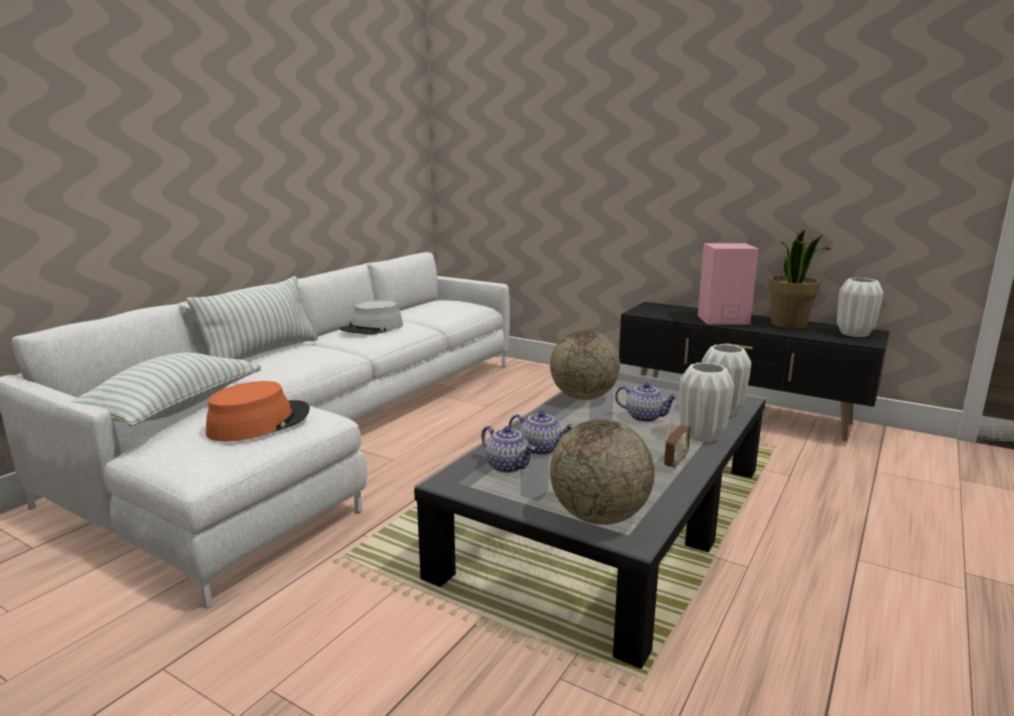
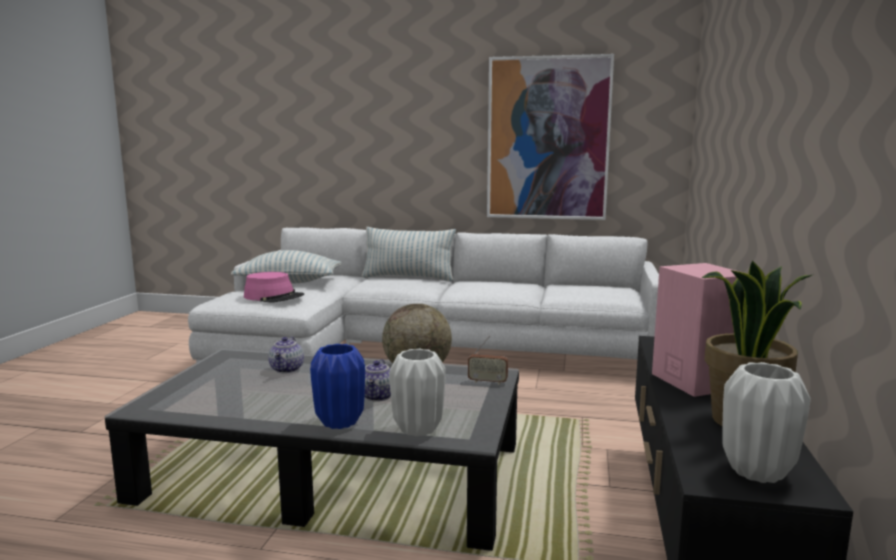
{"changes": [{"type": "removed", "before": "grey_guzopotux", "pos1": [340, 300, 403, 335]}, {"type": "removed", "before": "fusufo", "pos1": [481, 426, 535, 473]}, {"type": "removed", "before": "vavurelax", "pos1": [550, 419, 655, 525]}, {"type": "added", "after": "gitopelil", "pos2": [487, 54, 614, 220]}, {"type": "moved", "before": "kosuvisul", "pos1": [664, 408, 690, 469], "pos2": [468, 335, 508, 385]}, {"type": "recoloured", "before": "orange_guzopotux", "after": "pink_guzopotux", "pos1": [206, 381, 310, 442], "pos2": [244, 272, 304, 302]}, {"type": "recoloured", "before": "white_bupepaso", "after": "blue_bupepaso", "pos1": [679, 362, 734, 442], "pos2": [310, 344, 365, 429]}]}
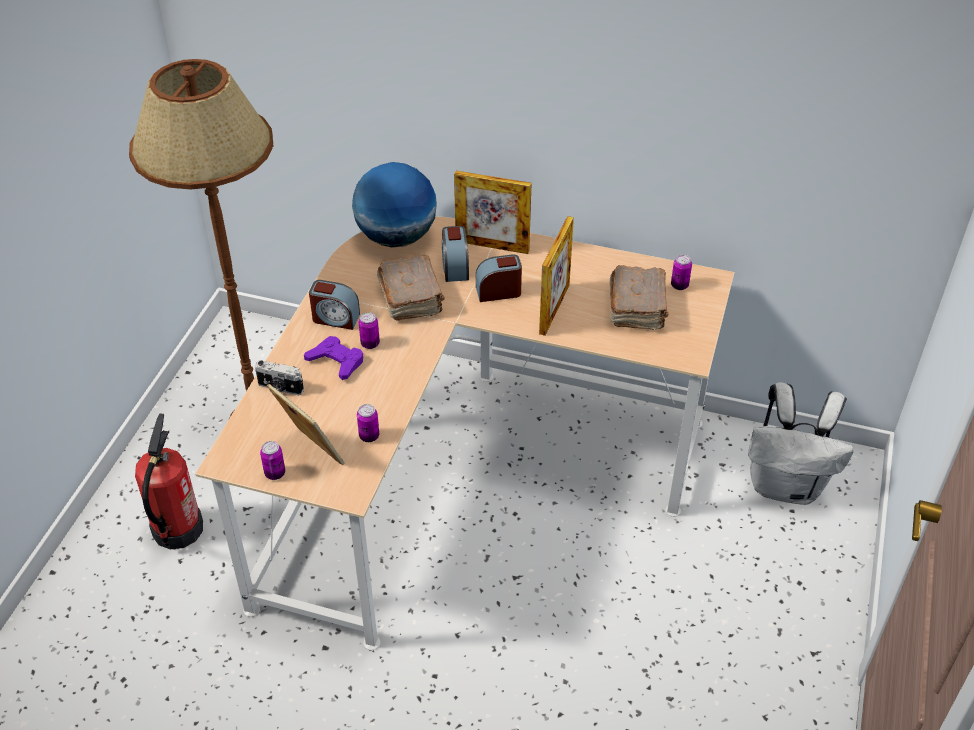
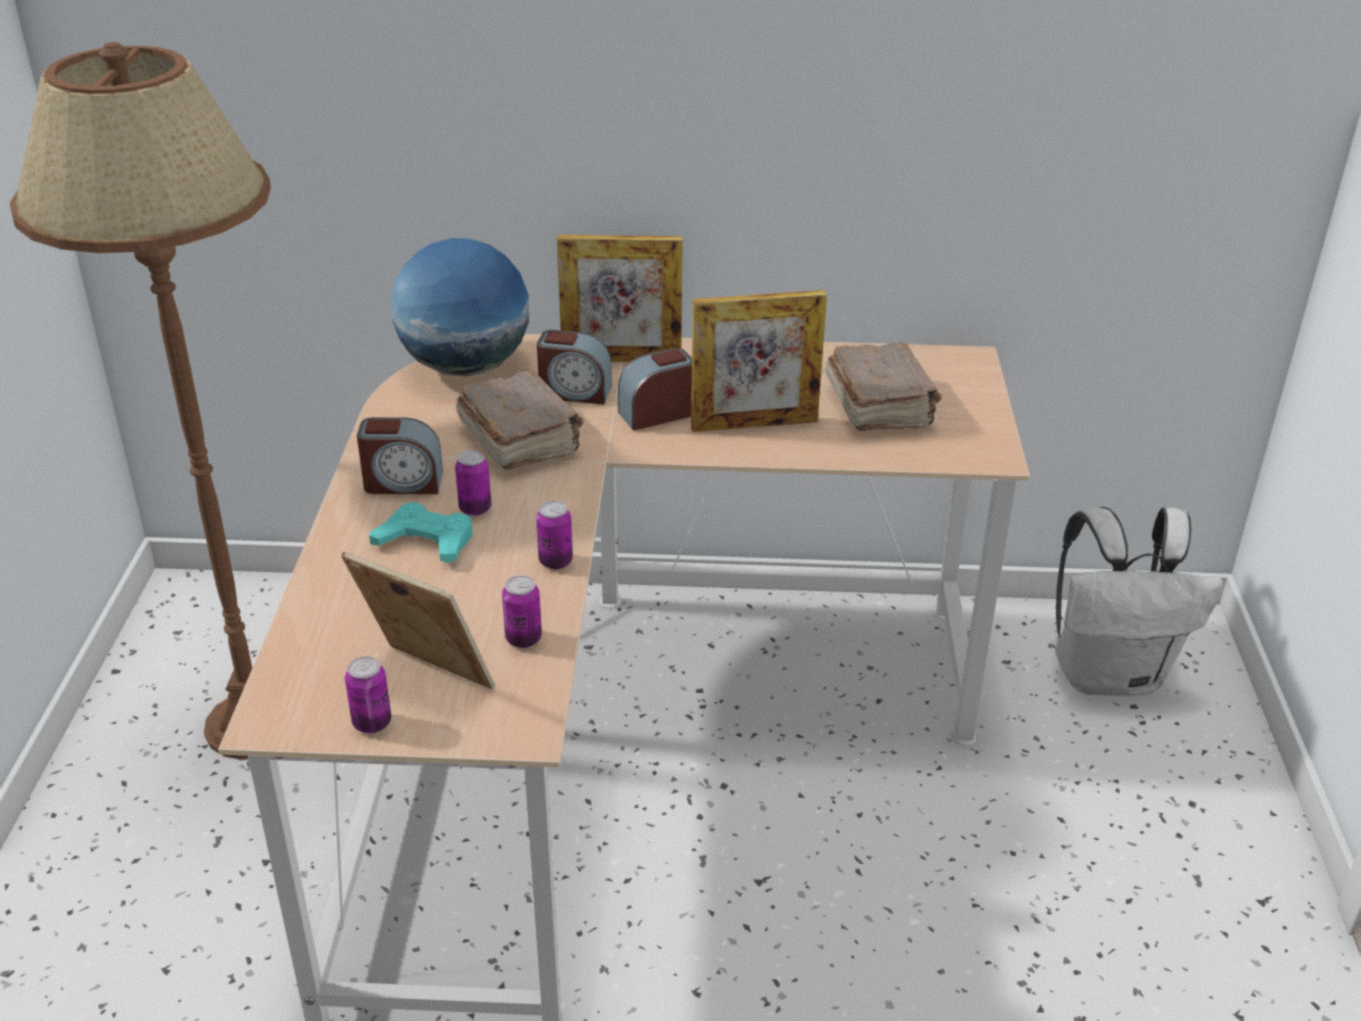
{"changes": [{"type": "removed", "before": "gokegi", "pos1": [135, 413, 203, 550]}, {"type": "removed", "before": "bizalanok", "pos1": [255, 360, 304, 396]}, {"type": "moved", "before": "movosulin", "pos1": [671, 255, 692, 290], "pos2": [536, 501, 573, 569]}, {"type": "recoloured", "before": "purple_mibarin", "after": "turquoise_mibarin", "pos1": [304, 336, 363, 380], "pos2": [369, 502, 472, 563]}, {"type": "turned", "before": "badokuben", "pos1": [442, 226, 469, 282], "pos2": [537, 330, 612, 405], "turn": -60}, {"type": "turned", "before": "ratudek", "pos1": [539, 216, 574, 336], "pos2": [691, 290, 827, 432], "turn": 75}]}
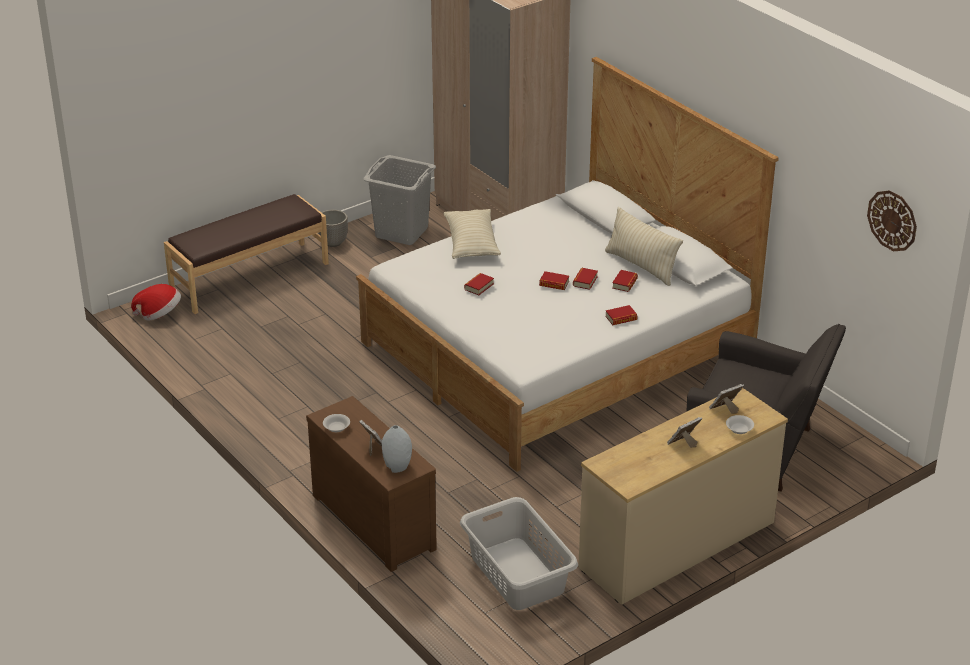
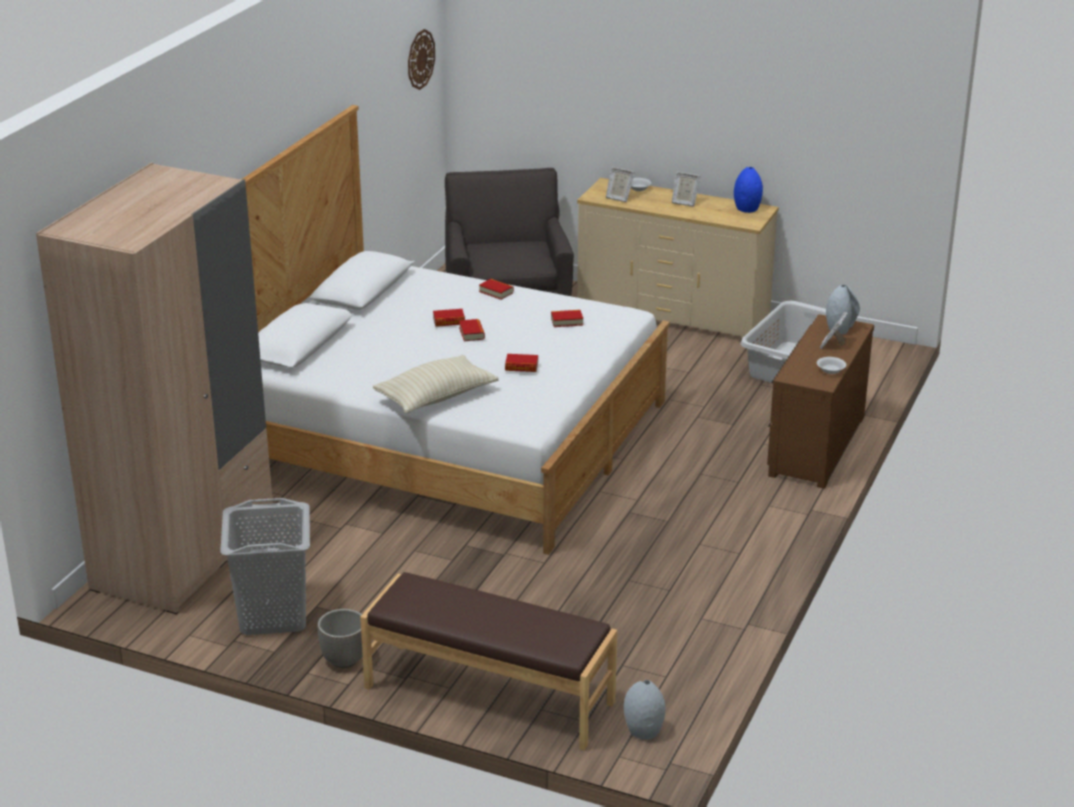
{"changes": [{"type": "removed", "before": "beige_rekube", "pos1": [605, 207, 683, 286]}, {"type": "added", "after": "blue_bupepaso", "pos2": [734, 167, 763, 213]}, {"type": "moved", "before": "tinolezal", "pos1": [612, 270, 638, 292], "pos2": [551, 310, 583, 327]}, {"type": "replaced", "before": "guzopotux", "after": "grey_bupepaso", "pos1": [131, 284, 181, 320], "pos2": [624, 680, 665, 740]}]}
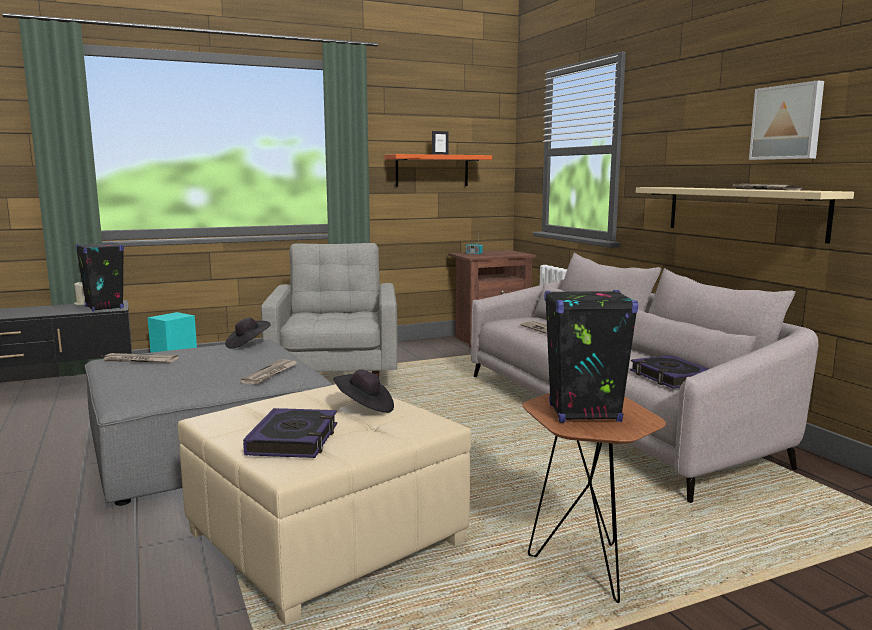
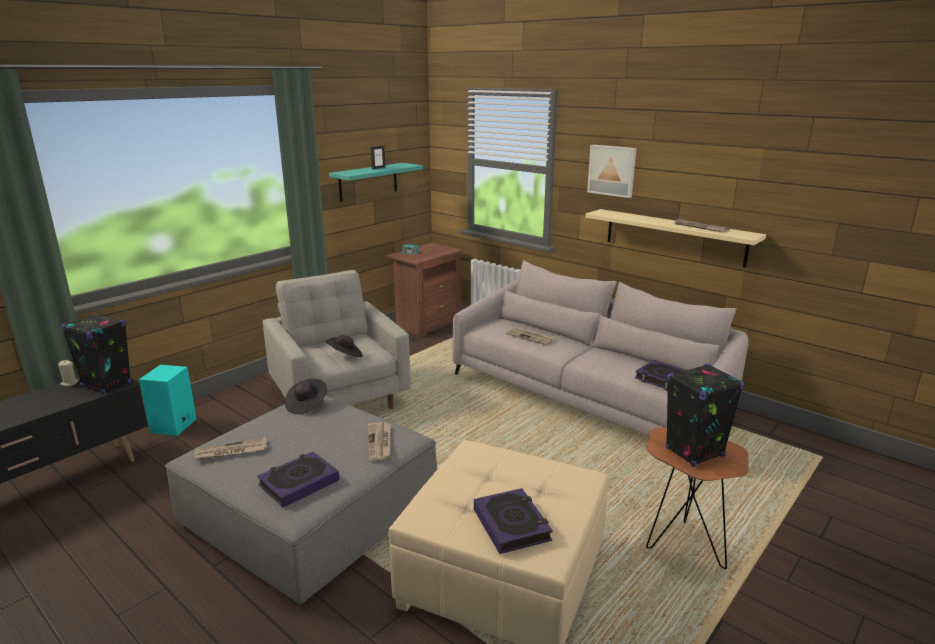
{"changes": [{"type": "added", "after": "tinolezal", "pos2": [257, 452, 339, 507]}, {"type": "moved", "before": "black_guzopotux", "pos1": [333, 369, 394, 413], "pos2": [325, 335, 363, 357]}, {"type": "moved", "before": "gitopelil", "pos1": [749, 80, 824, 160], "pos2": [587, 145, 636, 198]}, {"type": "recoloured", "before": "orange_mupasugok", "after": "turquoise_mupasugok", "pos1": [384, 154, 492, 187], "pos2": [329, 163, 423, 202]}]}
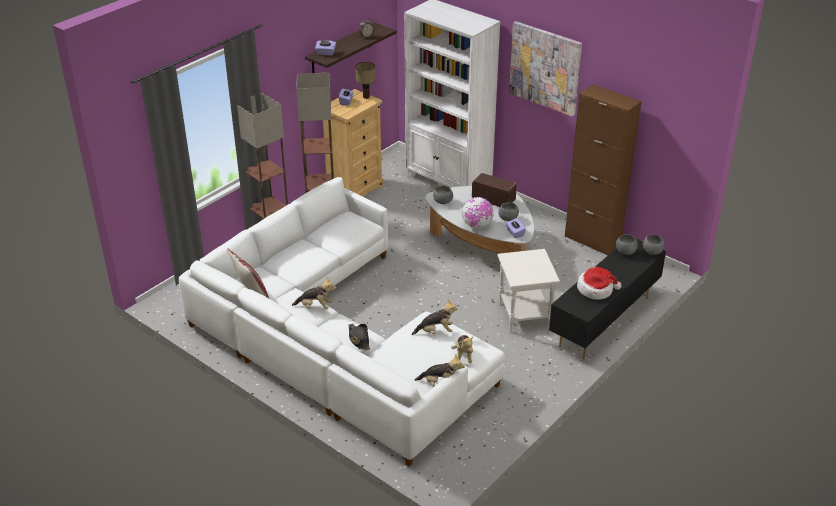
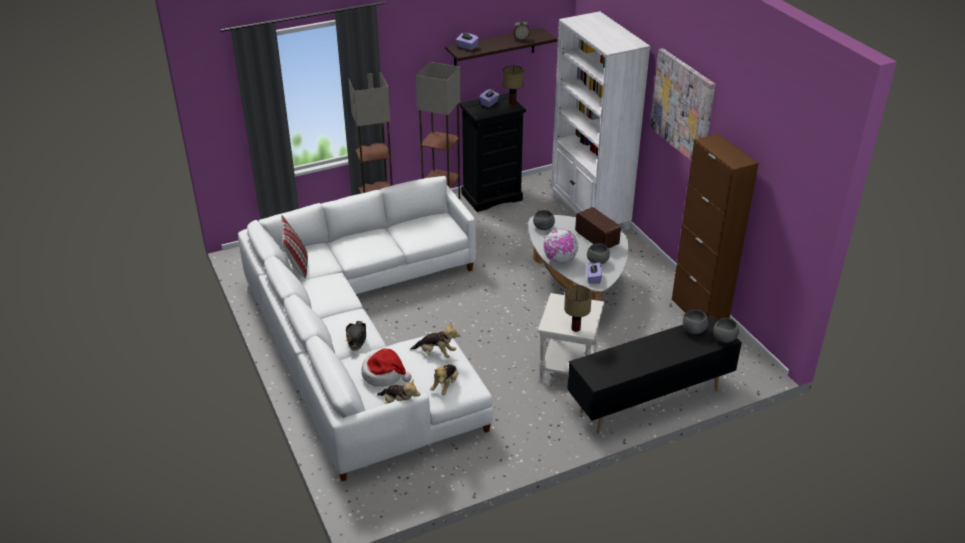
{"changes": [{"type": "removed", "before": "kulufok", "pos1": [291, 277, 336, 310]}, {"type": "added", "after": "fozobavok", "pos2": [564, 285, 592, 332]}, {"type": "moved", "before": "guzopotux", "pos1": [577, 267, 622, 300], "pos2": [361, 348, 412, 387]}, {"type": "recoloured", "before": "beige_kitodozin", "after": "black_kitodozin", "pos1": [323, 89, 384, 197], "pos2": [459, 93, 526, 212]}]}
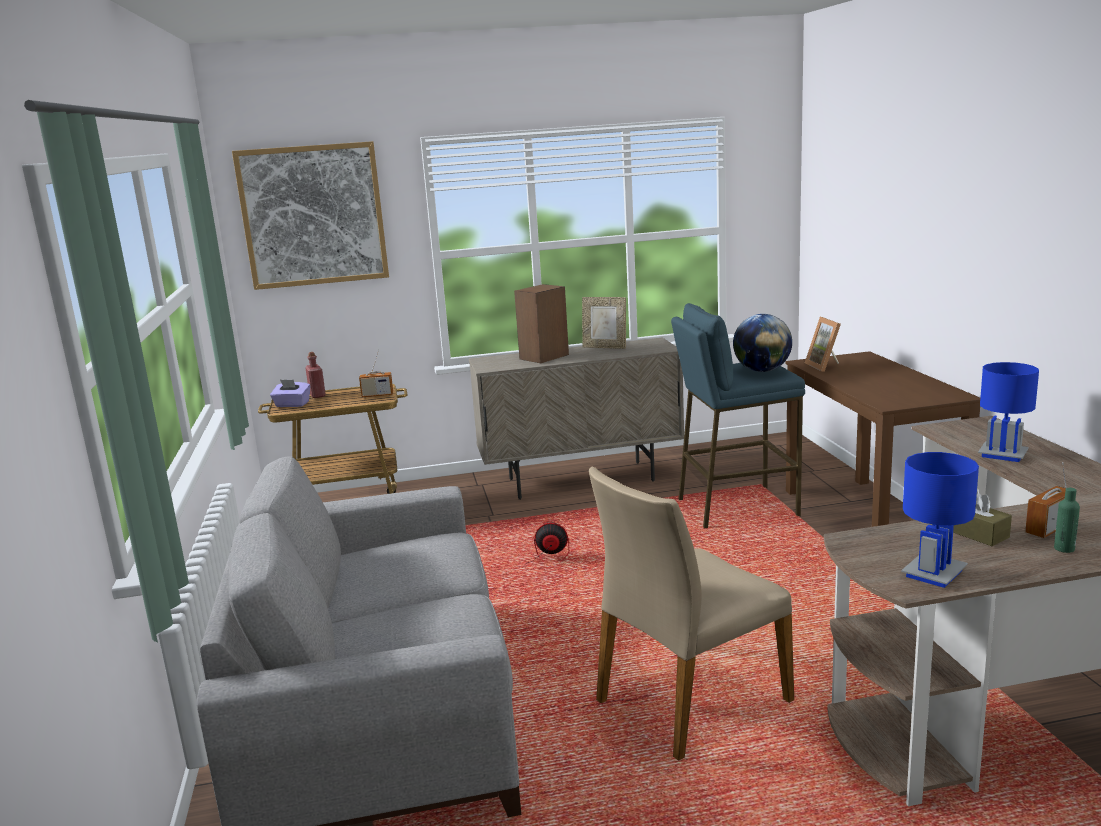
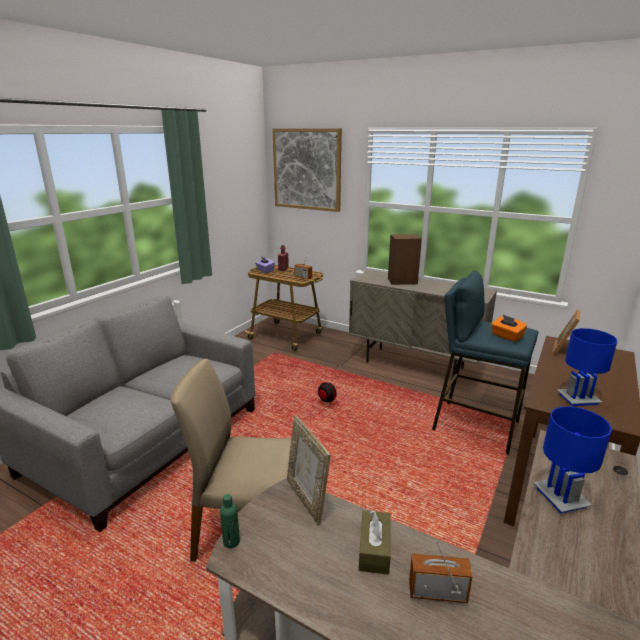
{"changes": [{"type": "moved", "before": "ratudek", "pos1": [582, 297, 626, 349], "pos2": [287, 415, 331, 525]}, {"type": "moved", "before": "blue_fozobavok", "pos1": [901, 452, 979, 588], "pos2": [557, 328, 617, 406]}, {"type": "moved", "before": "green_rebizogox", "pos1": [1054, 488, 1080, 553], "pos2": [220, 494, 240, 548]}, {"type": "replaced", "before": "vavurelax", "after": "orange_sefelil", "pos1": [733, 314, 792, 372], "pos2": [491, 315, 527, 342]}]}
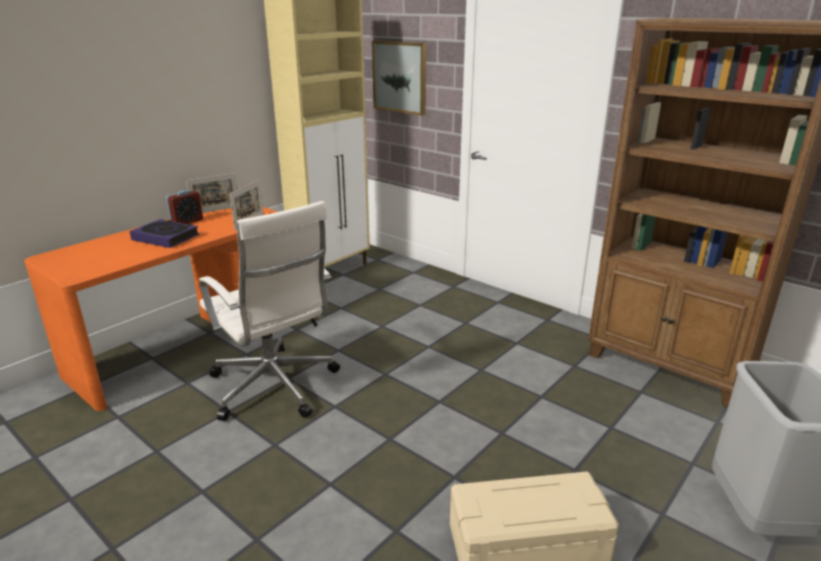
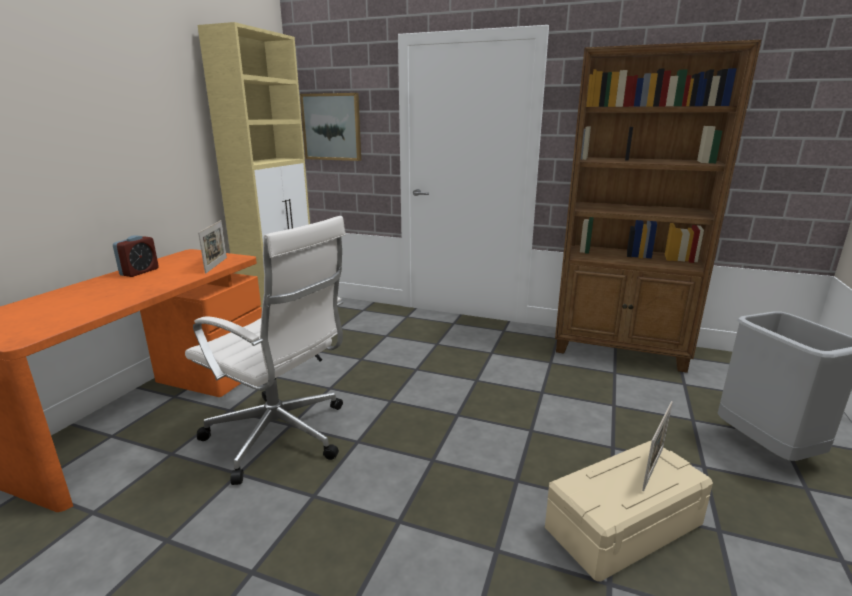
{"changes": [{"type": "removed", "before": "tinolezal", "pos1": [129, 219, 199, 248]}, {"type": "moved", "before": "ratudek", "pos1": [186, 173, 238, 213], "pos2": [642, 401, 673, 491]}]}
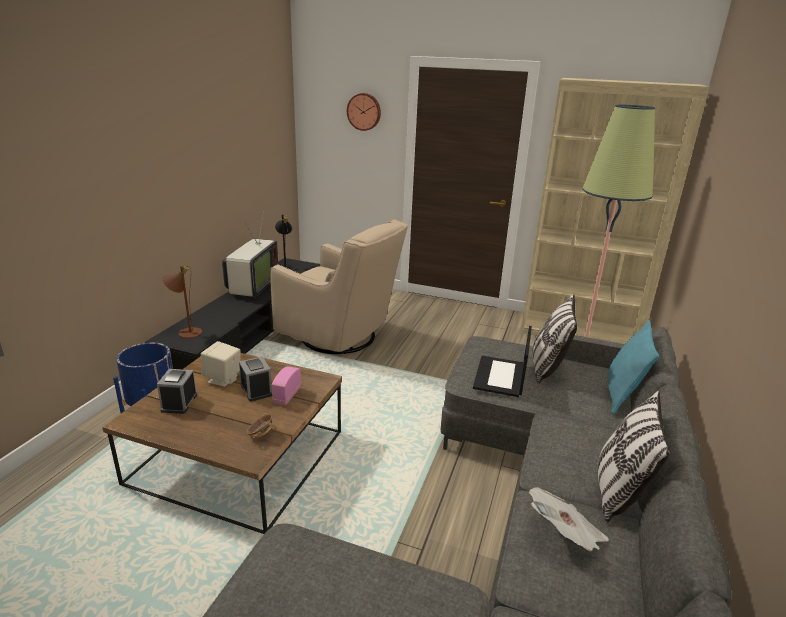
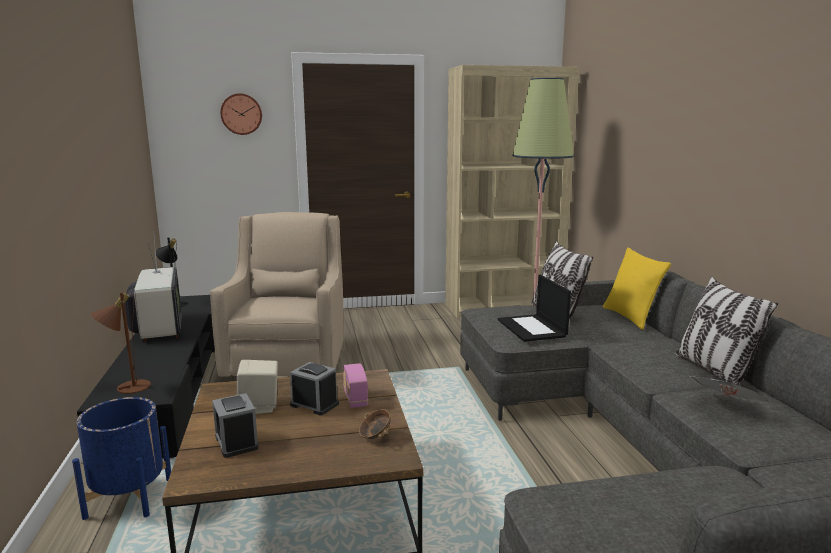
{"changes": [{"type": "recoloured", "before": "turquoise_rekube", "after": "yellow_rekube", "pos1": [608, 320, 659, 415], "pos2": [603, 248, 671, 330]}, {"type": "turned", "before": "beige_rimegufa", "pos1": [270, 219, 408, 354], "pos2": [210, 212, 344, 377], "turn": -90}]}
